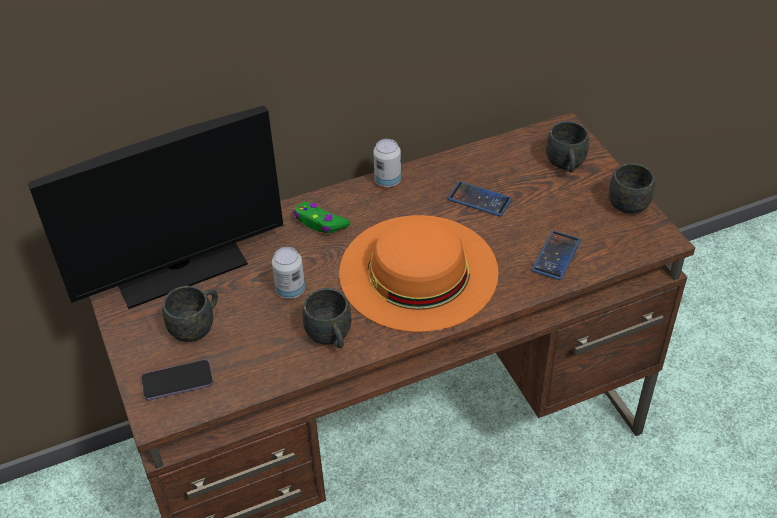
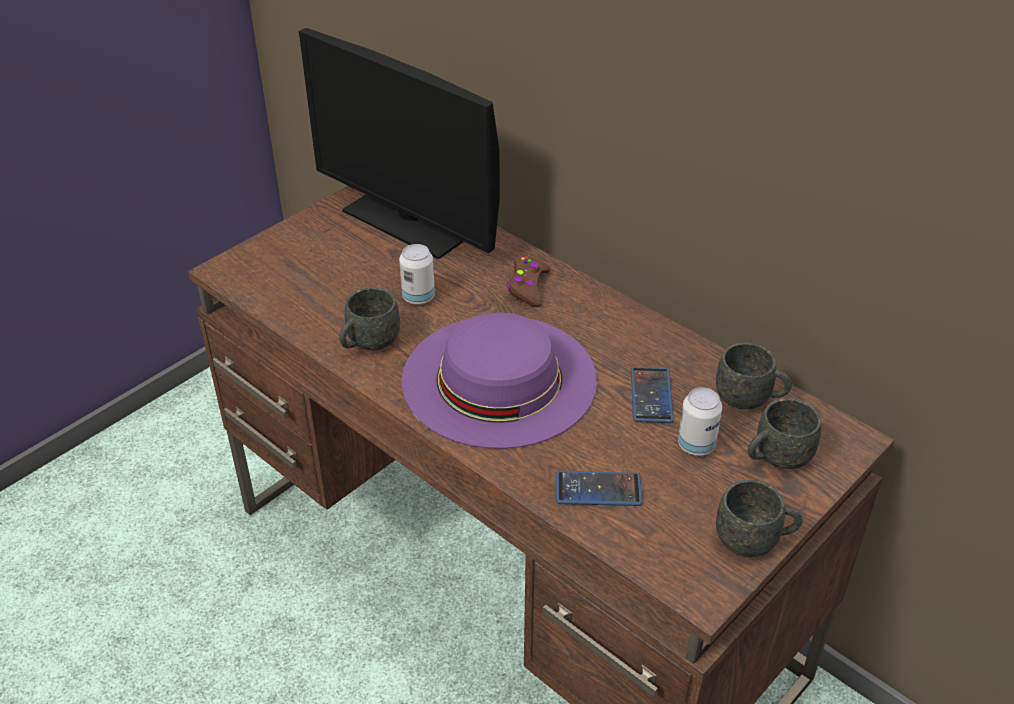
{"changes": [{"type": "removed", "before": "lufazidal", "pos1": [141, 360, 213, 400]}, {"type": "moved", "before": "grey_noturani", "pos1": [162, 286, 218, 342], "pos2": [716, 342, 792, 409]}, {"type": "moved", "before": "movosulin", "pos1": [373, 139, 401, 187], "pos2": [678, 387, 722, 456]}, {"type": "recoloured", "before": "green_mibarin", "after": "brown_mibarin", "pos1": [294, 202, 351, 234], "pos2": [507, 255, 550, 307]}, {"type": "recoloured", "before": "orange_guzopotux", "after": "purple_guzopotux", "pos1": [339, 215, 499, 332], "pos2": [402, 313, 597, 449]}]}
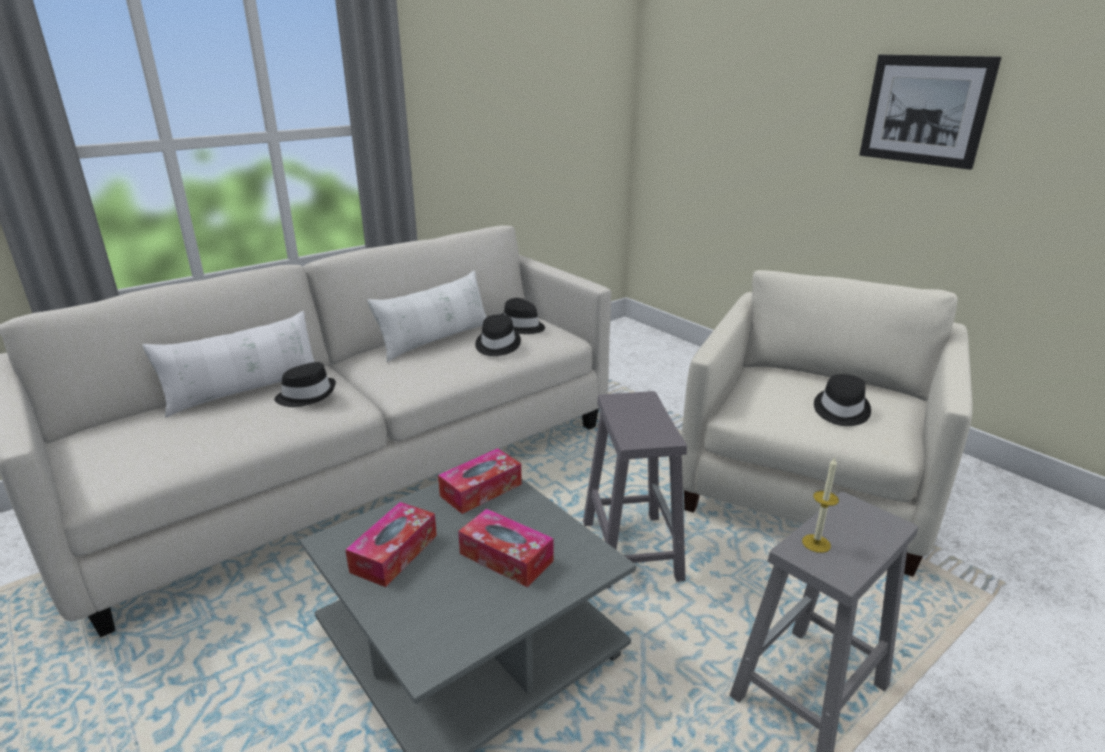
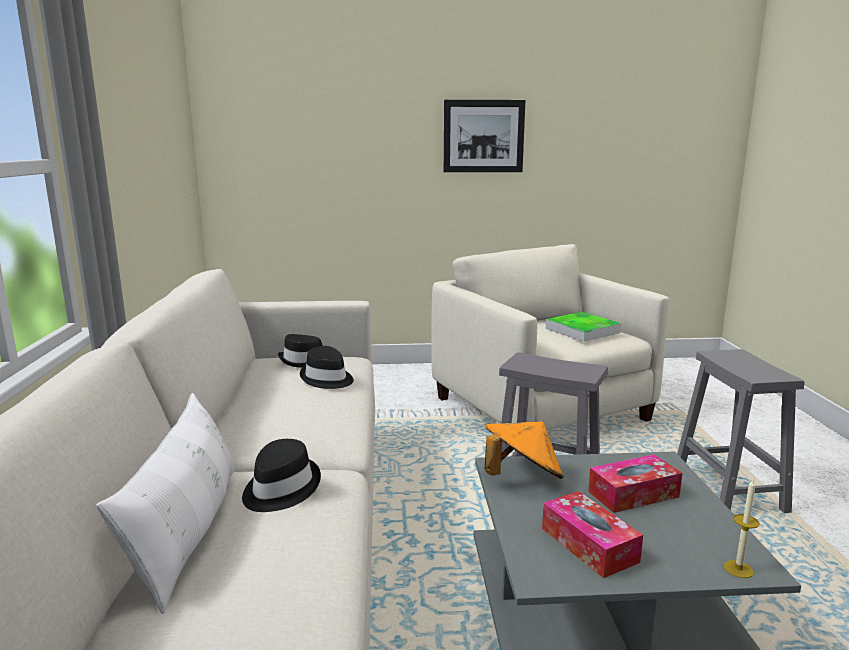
{"changes": [{"type": "removed", "before": "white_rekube", "pos1": [367, 271, 486, 362]}, {"type": "moved", "before": "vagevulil", "pos1": [802, 458, 839, 553], "pos2": [724, 479, 760, 578]}, {"type": "replaced", "before": "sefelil", "after": "orange_guzopotux", "pos1": [438, 448, 522, 514], "pos2": [485, 421, 564, 479]}, {"type": "replaced", "before": "black_guzopotux", "after": "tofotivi", "pos1": [814, 374, 871, 426], "pos2": [546, 312, 621, 342]}]}
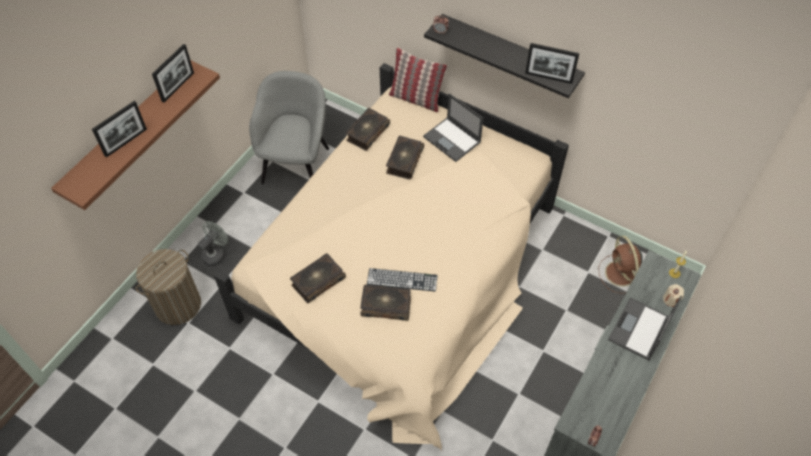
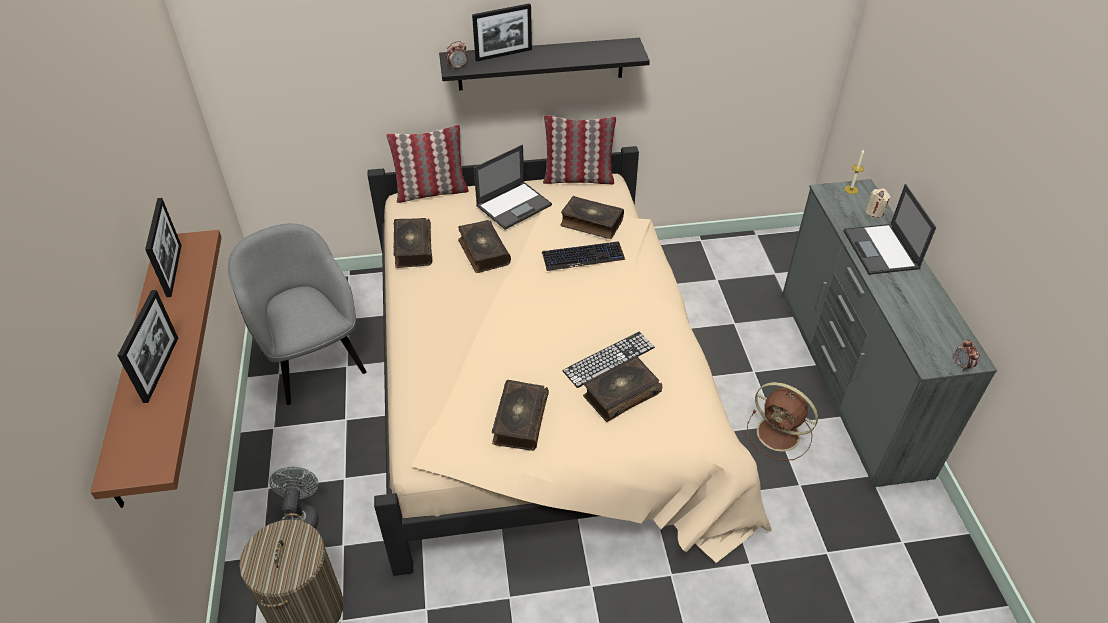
{"changes": [{"type": "added", "after": "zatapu", "pos2": [542, 241, 625, 271]}, {"type": "added", "after": "rekube", "pos2": [543, 115, 616, 184]}, {"type": "added", "after": "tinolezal", "pos2": [561, 196, 624, 239]}, {"type": "moved", "before": "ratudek", "pos1": [525, 43, 579, 84], "pos2": [472, 3, 532, 62]}, {"type": "moved", "before": "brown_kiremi", "pos1": [598, 236, 643, 294], "pos2": [747, 382, 818, 461]}, {"type": "turned", "before": "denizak", "pos1": [423, 93, 483, 162], "pos2": [474, 145, 552, 230], "turn": -45}]}
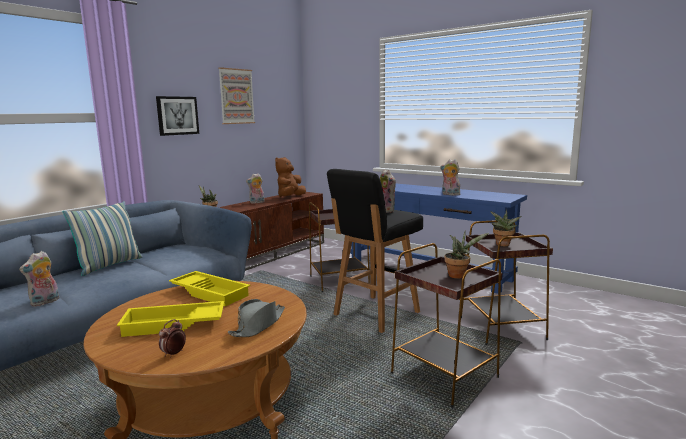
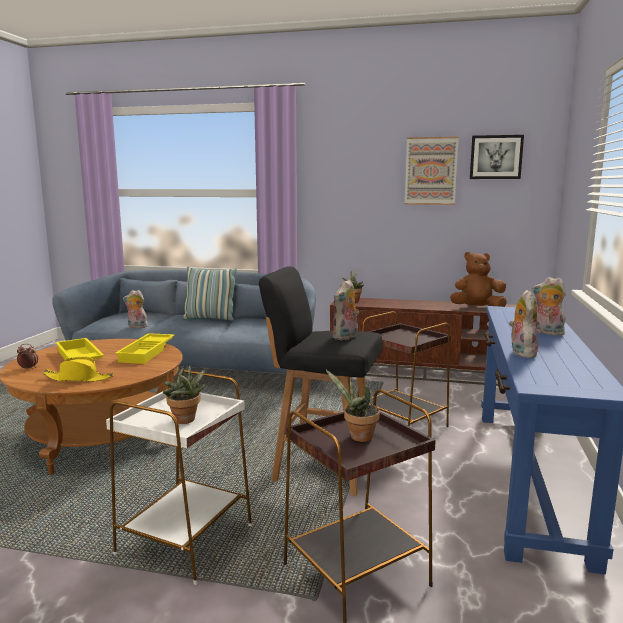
{"changes": [{"type": "moved", "before": "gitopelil", "pos1": [156, 96, 199, 136], "pos2": [470, 135, 524, 179]}, {"type": "moved", "before": "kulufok", "pos1": [246, 173, 265, 204], "pos2": [532, 277, 566, 335]}, {"type": "recoloured", "before": "grey_guzopotux", "after": "yellow_guzopotux", "pos1": [228, 299, 285, 337], "pos2": [43, 357, 113, 382]}, {"type": "recoloured", "before": "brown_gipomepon", "after": "white_gipomepon", "pos1": [391, 243, 502, 408], "pos2": [106, 370, 252, 585]}]}
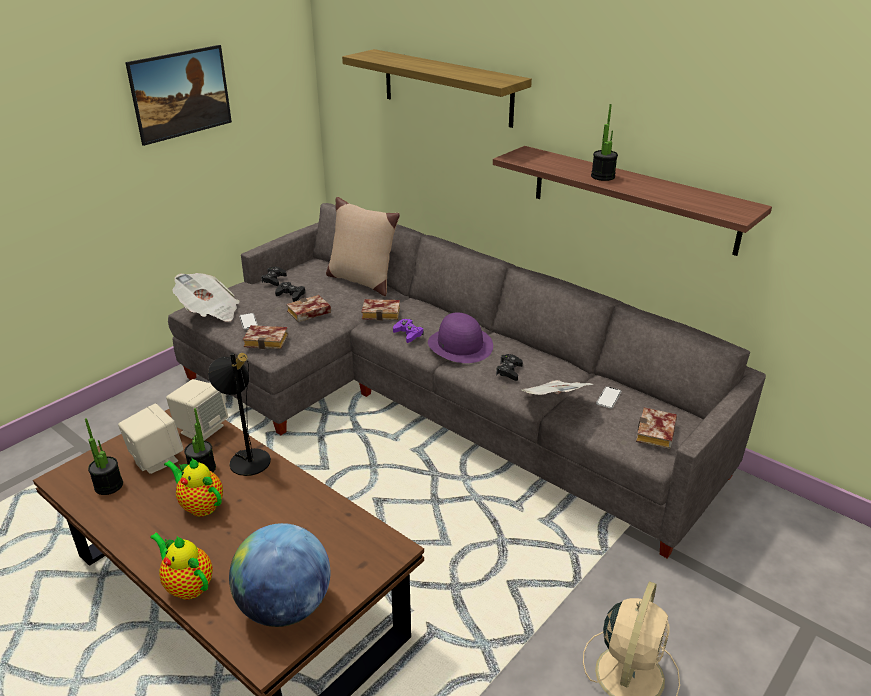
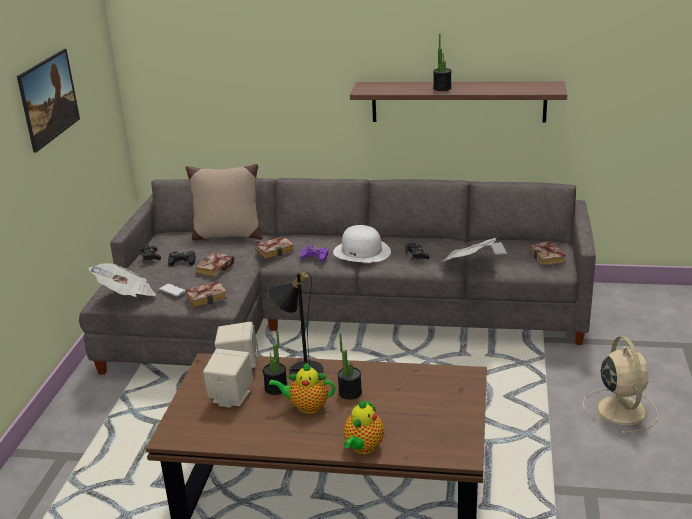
{"changes": [{"type": "removed", "before": "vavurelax", "pos1": [229, 523, 330, 627]}, {"type": "removed", "before": "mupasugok", "pos1": [342, 49, 532, 128]}, {"type": "moved", "before": "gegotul", "pos1": [85, 418, 123, 495], "pos2": [338, 333, 362, 400]}, {"type": "recoloured", "before": "purple_guzopotux", "after": "white_guzopotux", "pos1": [428, 312, 493, 363], "pos2": [333, 225, 391, 263]}, {"type": "turned", "before": "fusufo", "pos1": [150, 532, 213, 600], "pos2": [344, 400, 384, 454], "turn": -75}]}
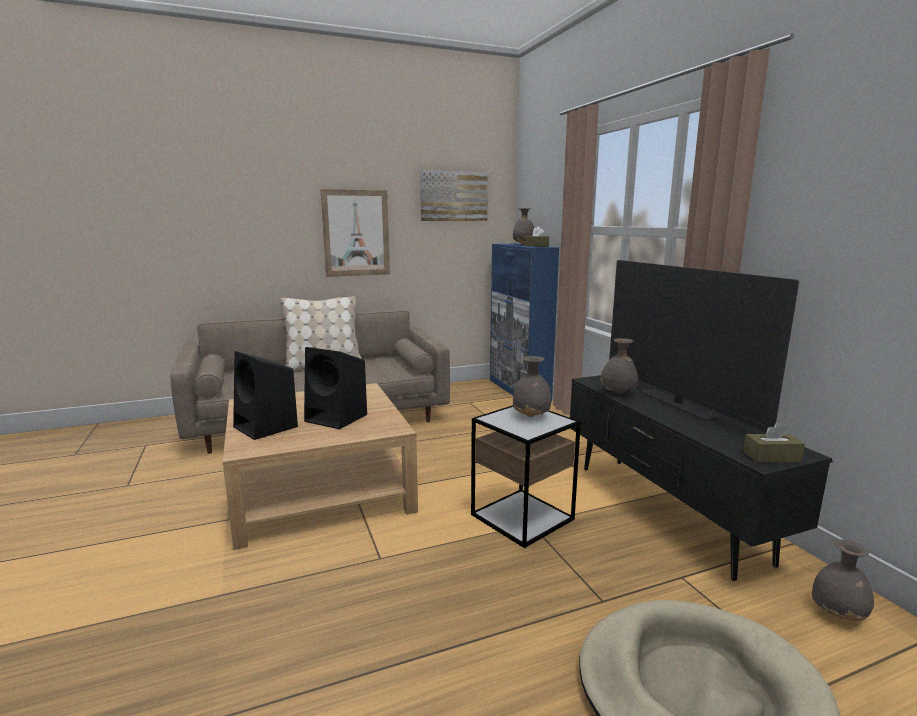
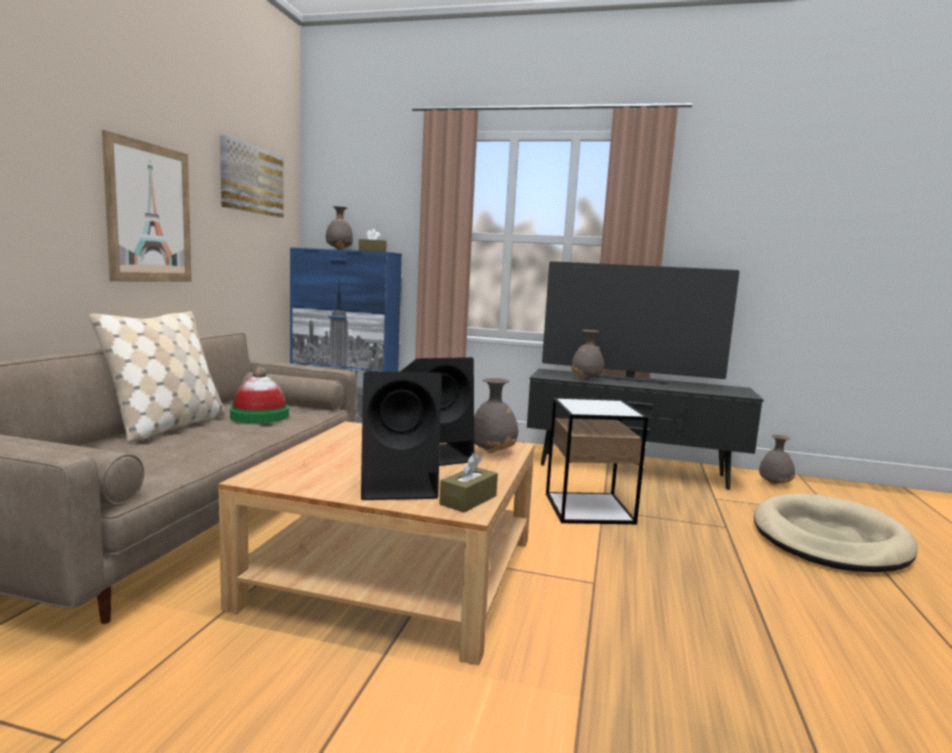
{"changes": [{"type": "added", "after": "guzopotux", "pos2": [230, 367, 289, 423]}, {"type": "moved", "before": "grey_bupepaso", "pos1": [513, 356, 551, 417], "pos2": [474, 378, 519, 453]}, {"type": "moved", "before": "brown_sefelil", "pos1": [743, 421, 805, 462], "pos2": [439, 453, 498, 513]}]}
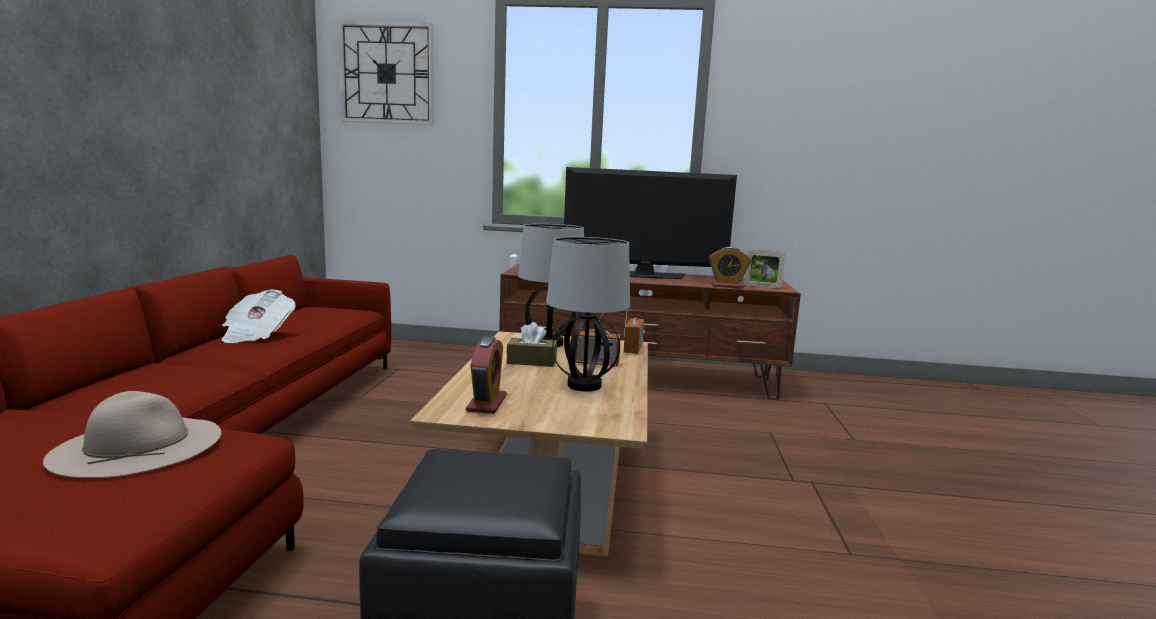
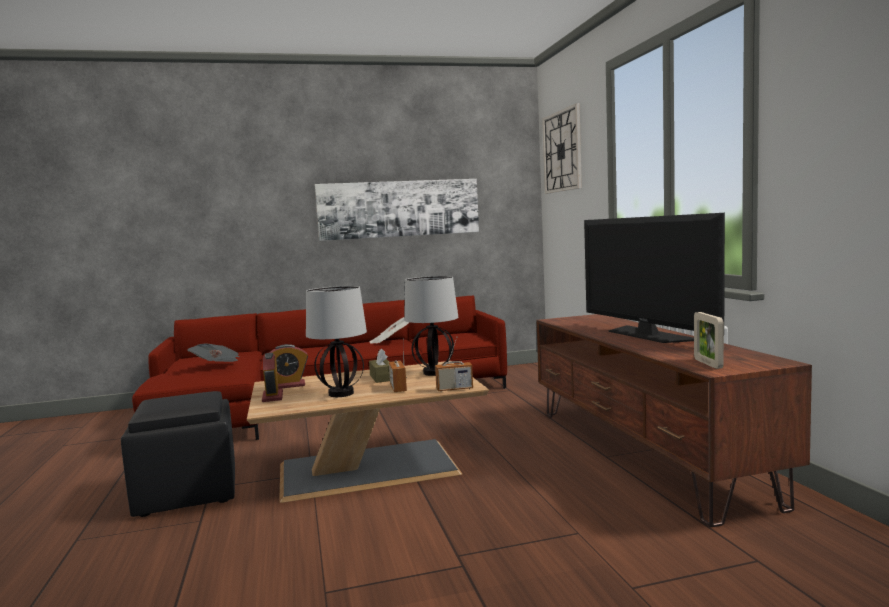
{"changes": [{"type": "added", "after": "gitopelil", "pos2": [315, 179, 479, 241]}, {"type": "moved", "before": "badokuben", "pos1": [709, 247, 751, 289], "pos2": [262, 353, 283, 402]}, {"type": "replaced", "before": "beige_guzopotux", "after": "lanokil", "pos1": [43, 391, 221, 478], "pos2": [187, 344, 240, 362]}]}
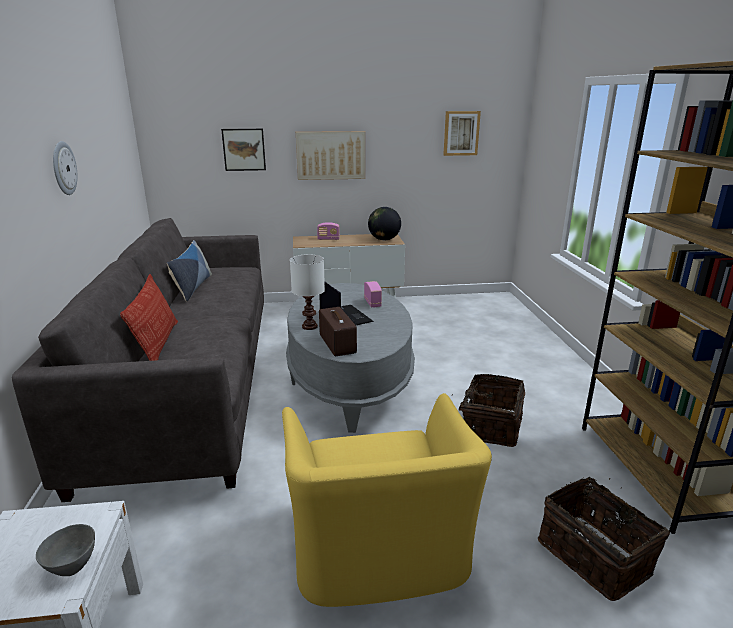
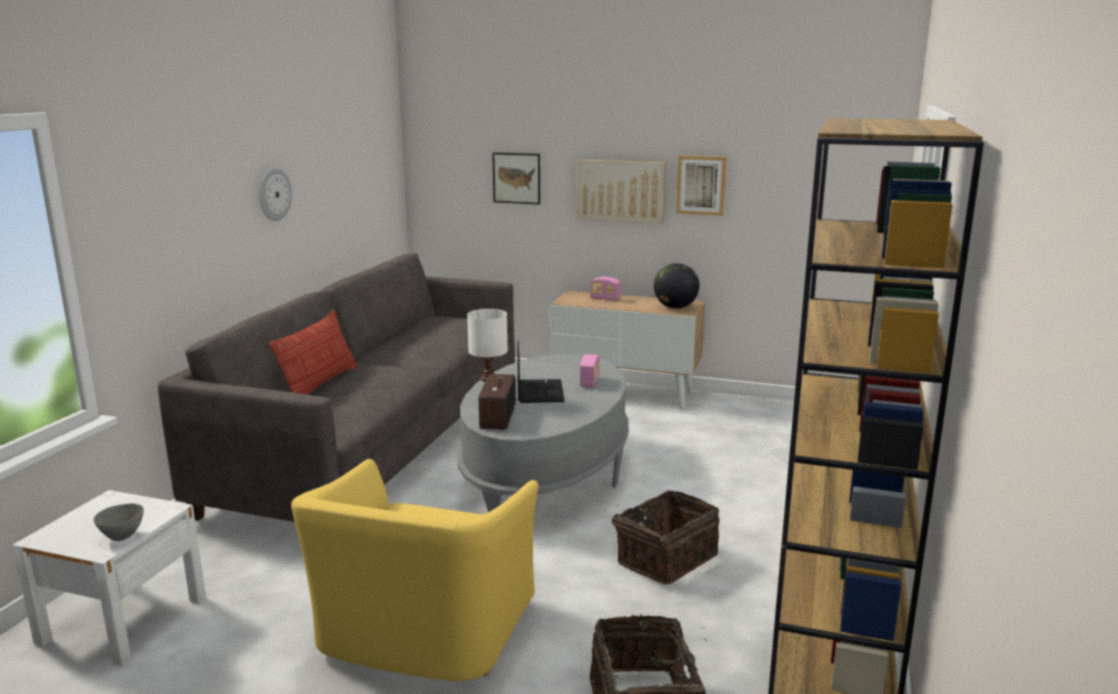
{"changes": [{"type": "removed", "before": "rekube", "pos1": [167, 240, 212, 302]}, {"type": "moved", "before": "gitopelil", "pos1": [443, 111, 481, 156], "pos2": [676, 155, 727, 216]}]}
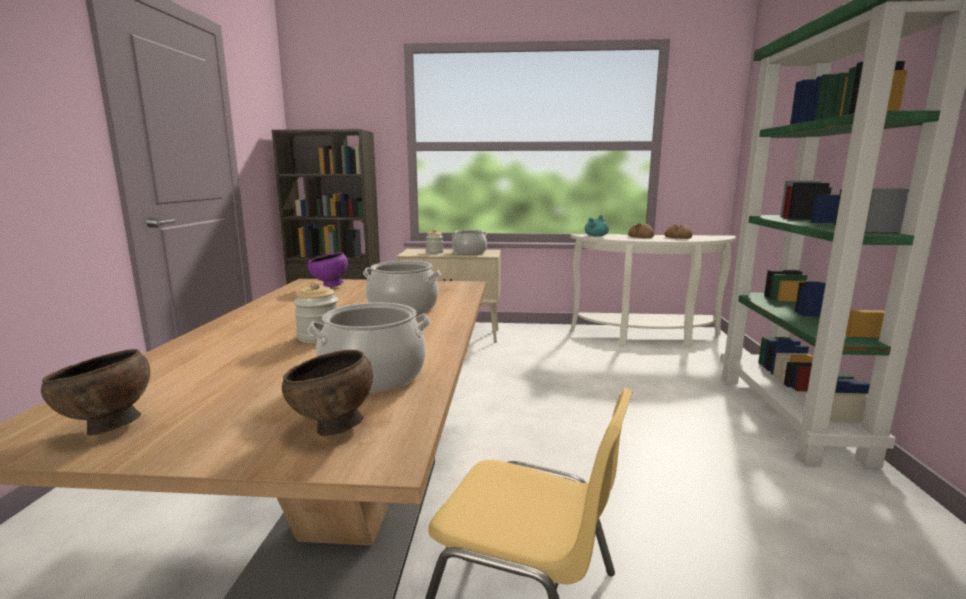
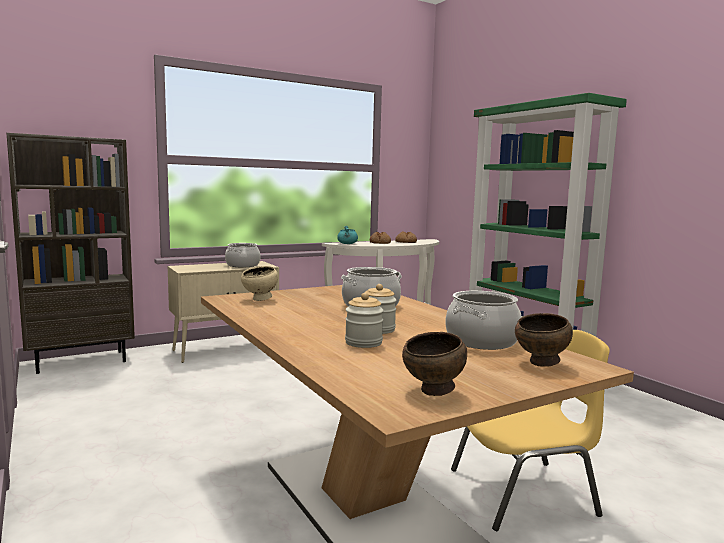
{"changes": [{"type": "moved", "before": "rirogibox", "pos1": [426, 229, 443, 254], "pos2": [345, 293, 384, 348]}, {"type": "recoloured", "before": "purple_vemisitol", "after": "beige_vemisitol", "pos1": [308, 252, 348, 288], "pos2": [241, 266, 278, 301]}]}
